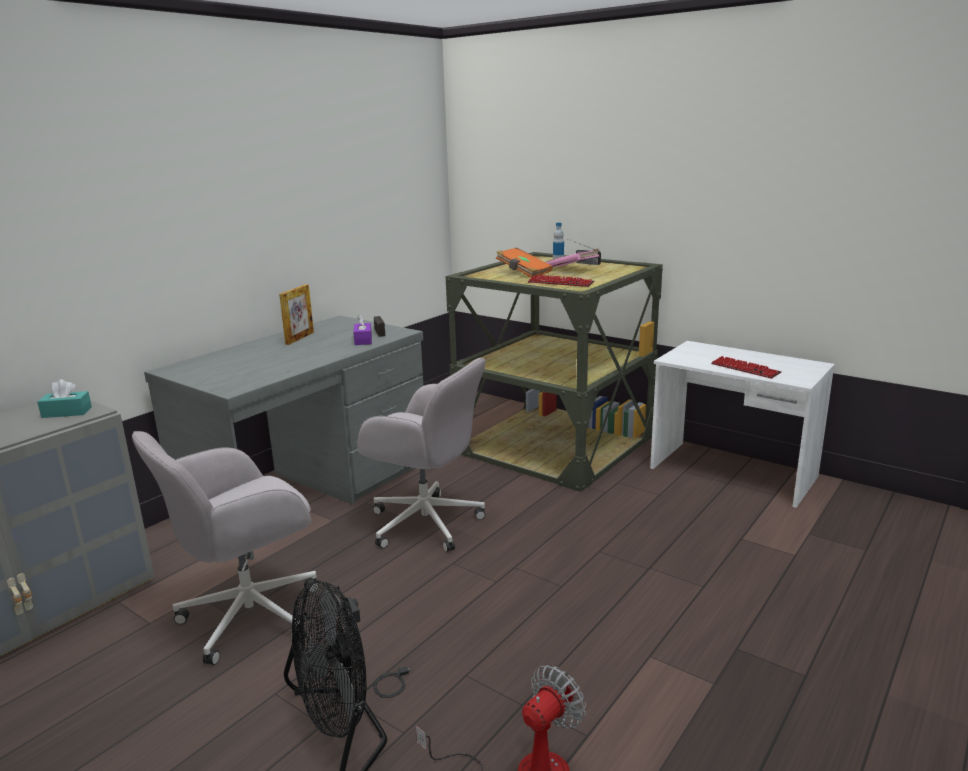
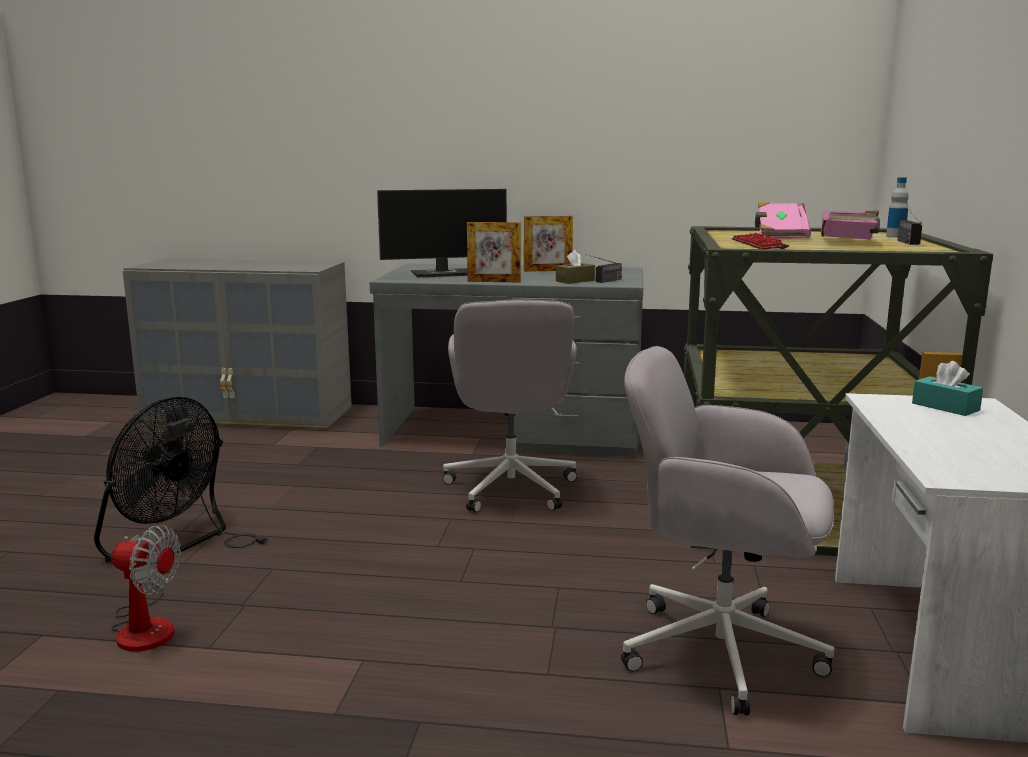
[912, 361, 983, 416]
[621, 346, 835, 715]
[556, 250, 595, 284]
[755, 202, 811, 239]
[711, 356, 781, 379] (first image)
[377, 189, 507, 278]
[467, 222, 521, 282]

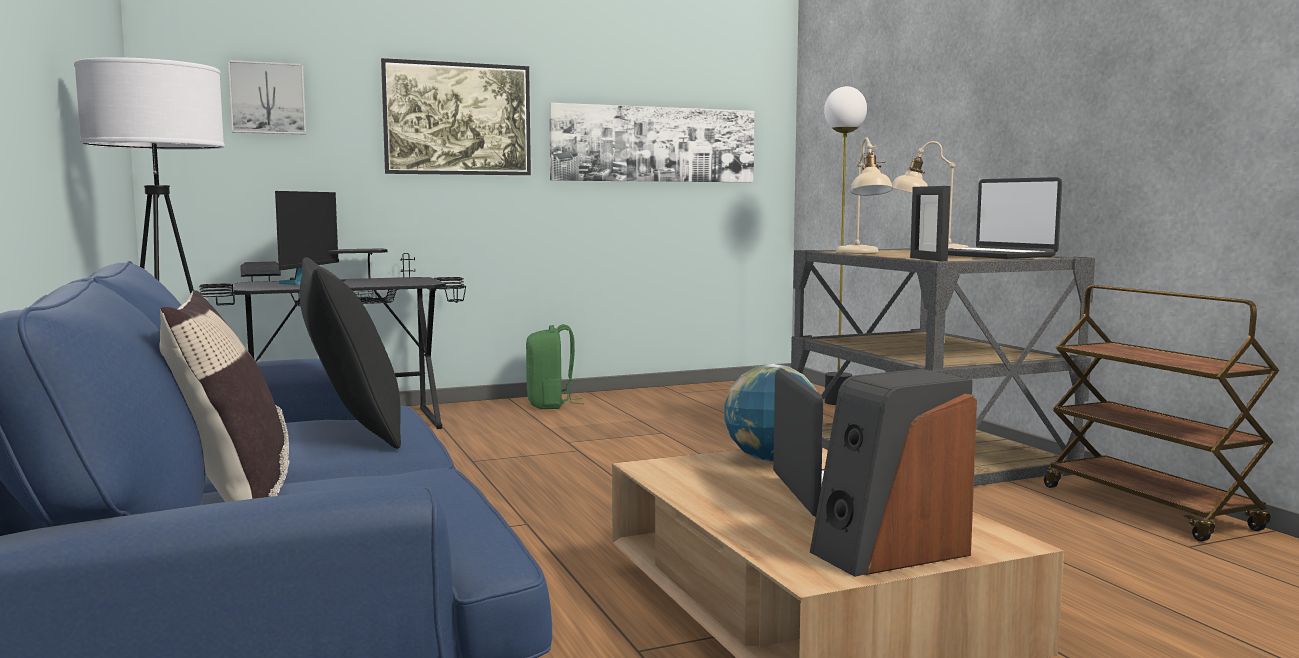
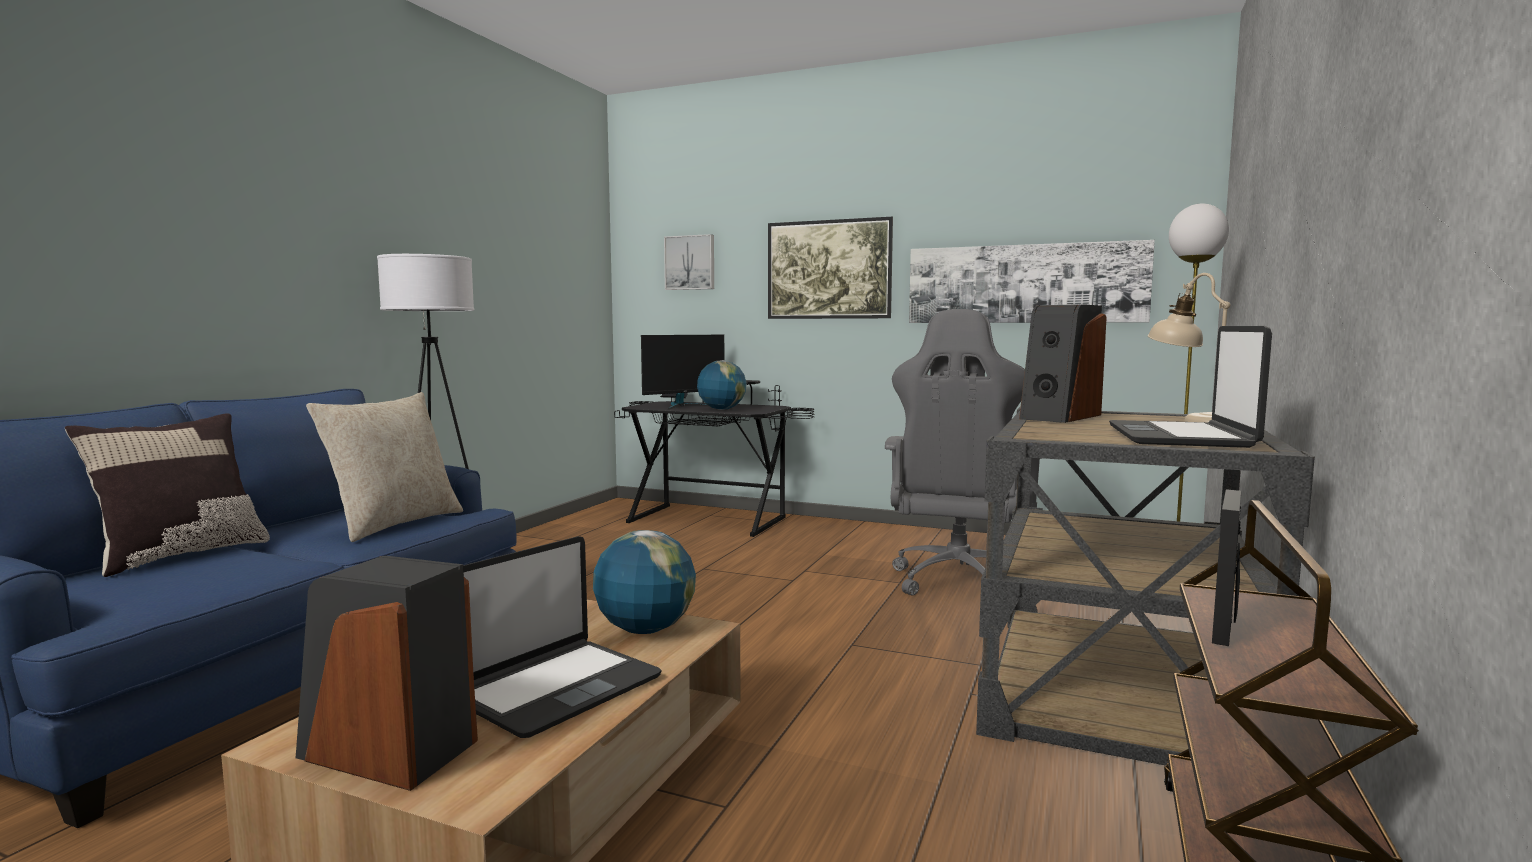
[306, 392, 463, 542]
[526, 324, 585, 409] (first image)
[1019, 304, 1107, 423]
[1212, 489, 1242, 646]
[697, 360, 747, 410]
[885, 309, 1042, 596]

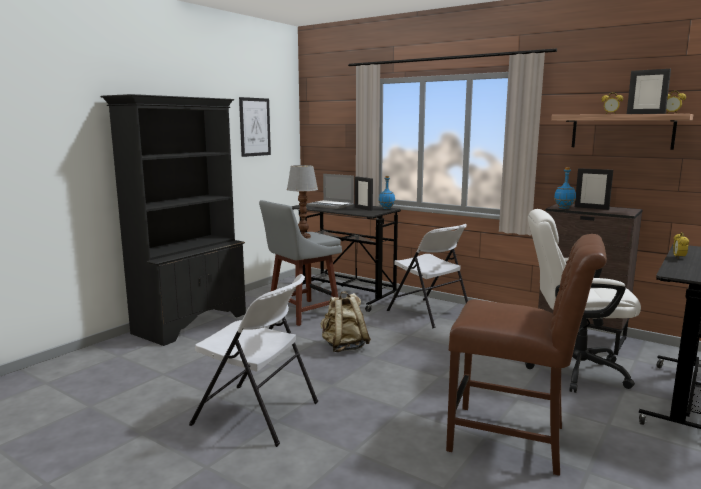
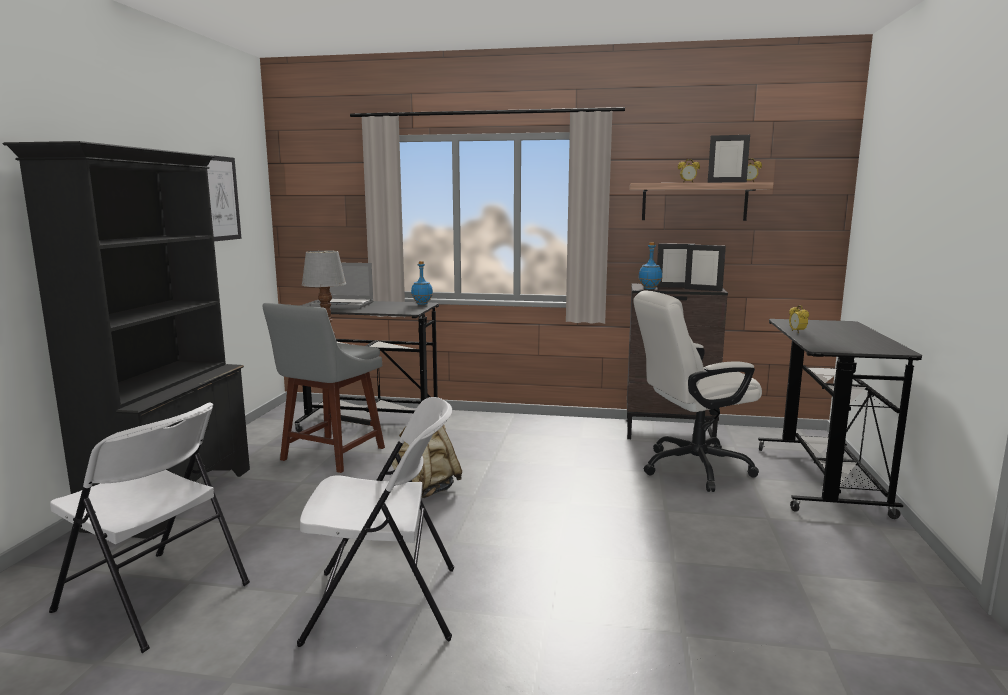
[685, 244, 726, 291]
[49, 403, 250, 653]
[446, 234, 607, 476] (first image)

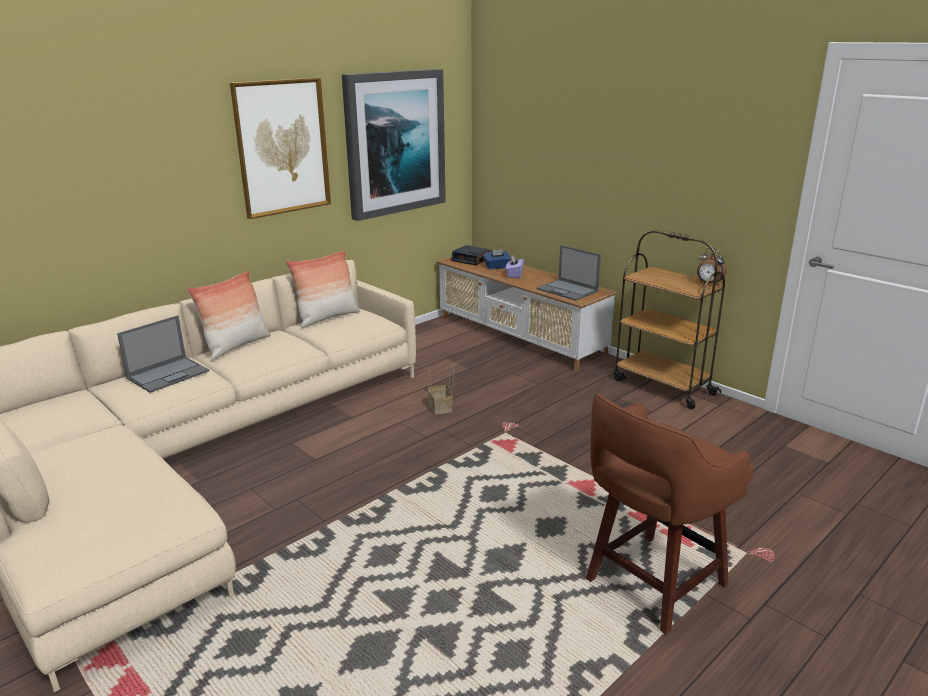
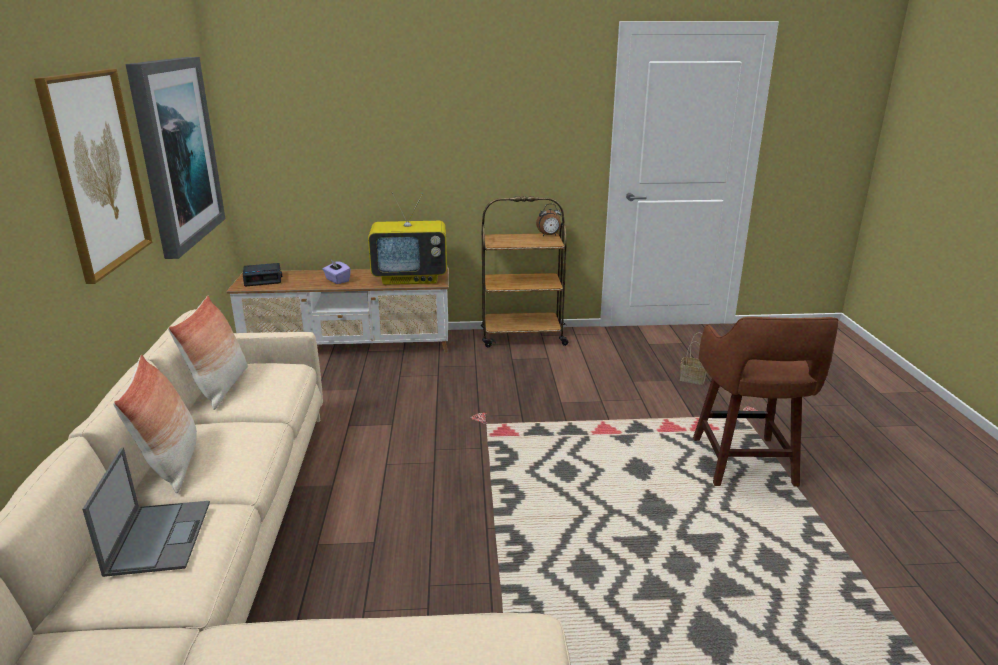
[680, 332, 707, 385]
[484, 249, 511, 269] (first image)
[368, 192, 447, 285]

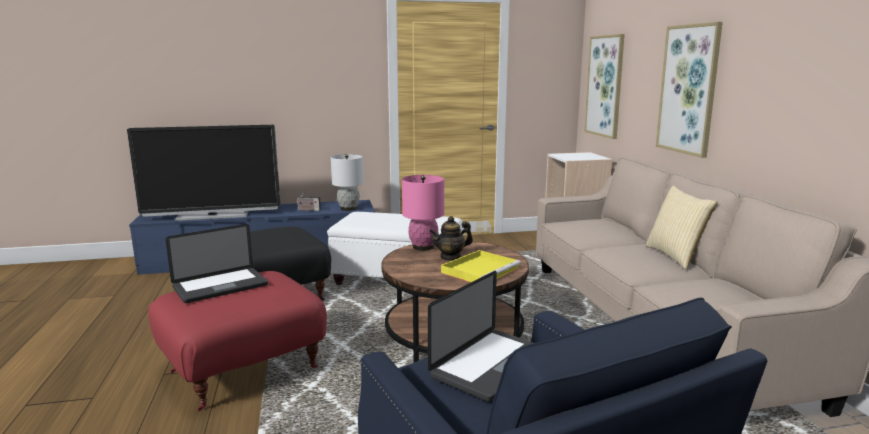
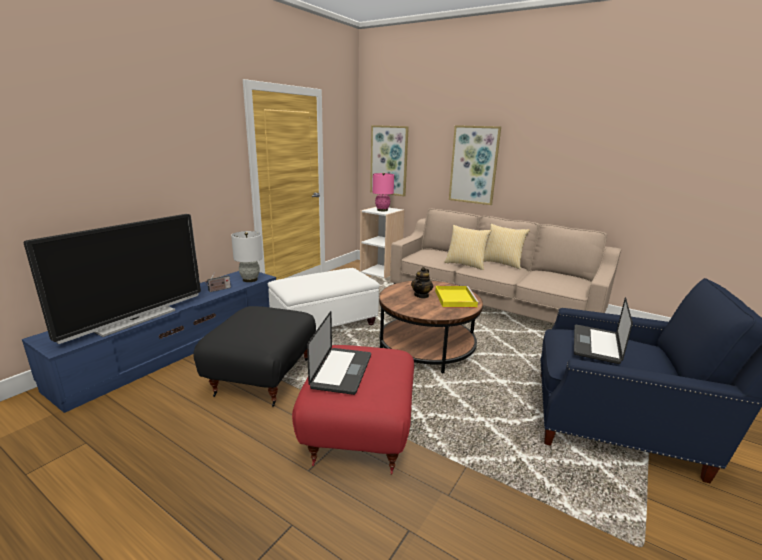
[373, 172, 394, 211]
[574, 297, 633, 364]
[444, 225, 492, 270]

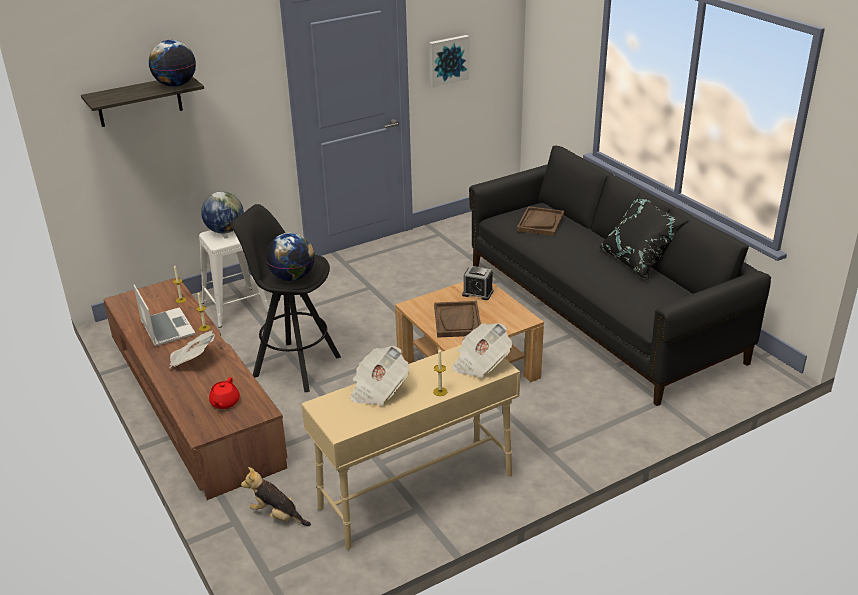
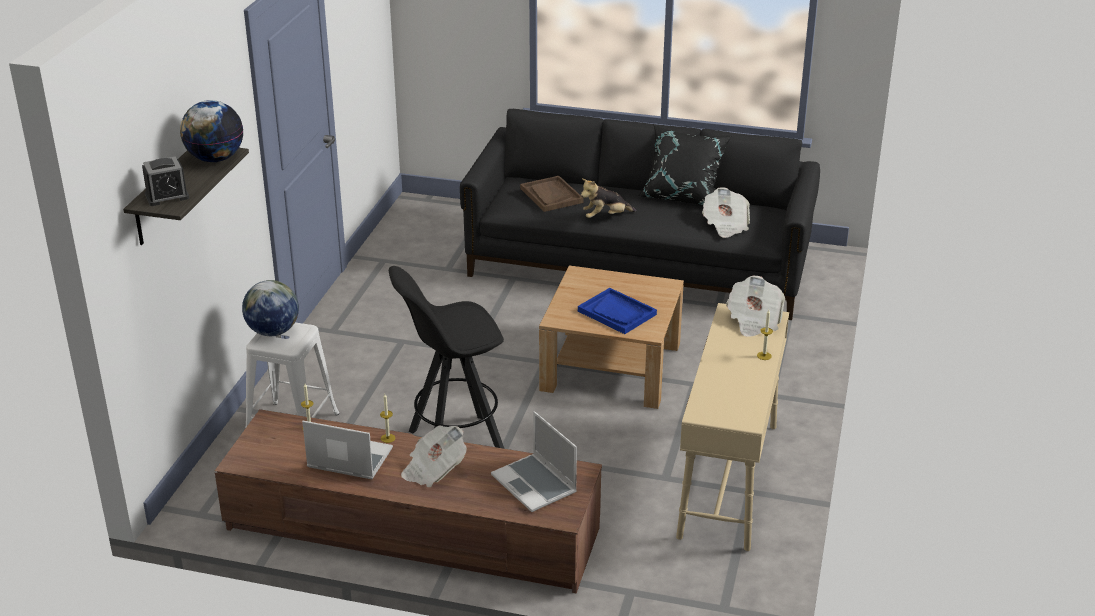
[491, 411, 577, 512]
[581, 179, 636, 218]
[266, 233, 315, 281] (first image)
[702, 187, 750, 238]
[429, 35, 469, 87] (first image)
[578, 288, 657, 334]
[142, 157, 189, 206]

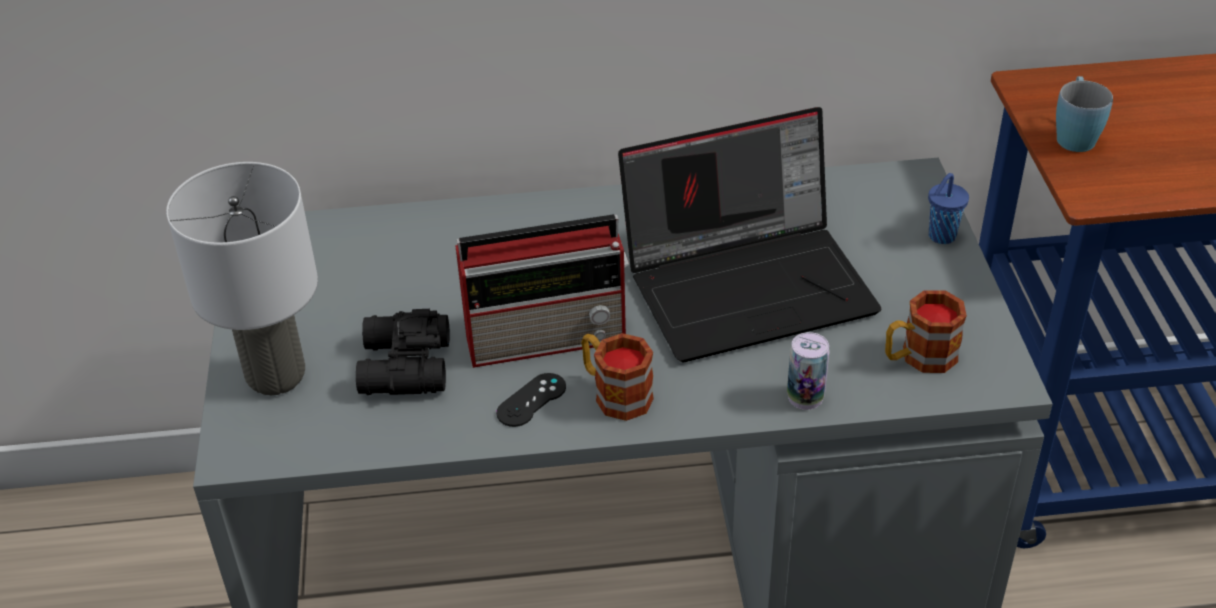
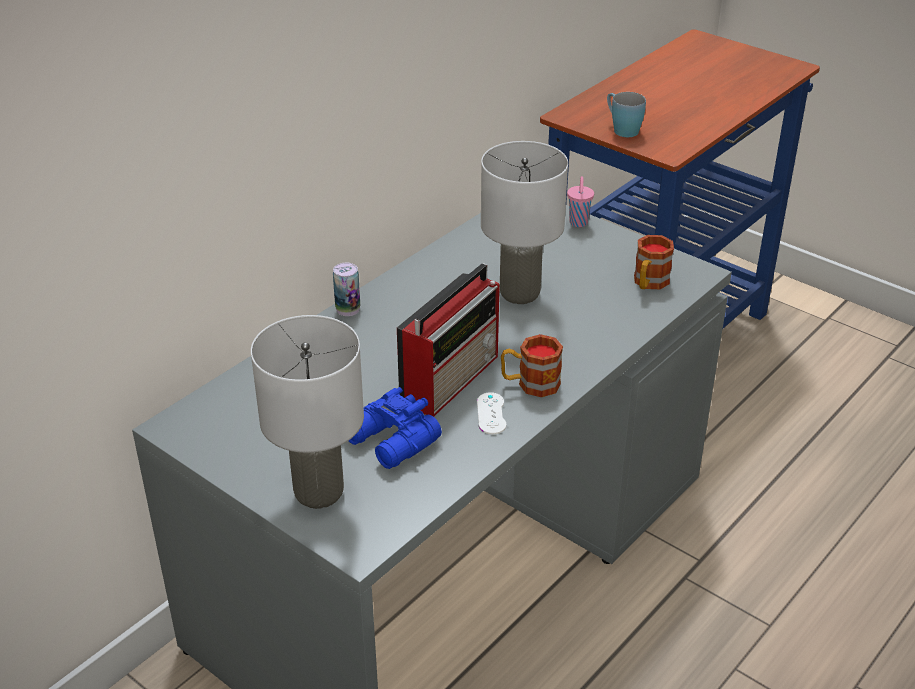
[349, 387, 442, 469]
[477, 392, 506, 434]
[481, 141, 568, 304]
[333, 263, 360, 316]
[567, 176, 594, 227]

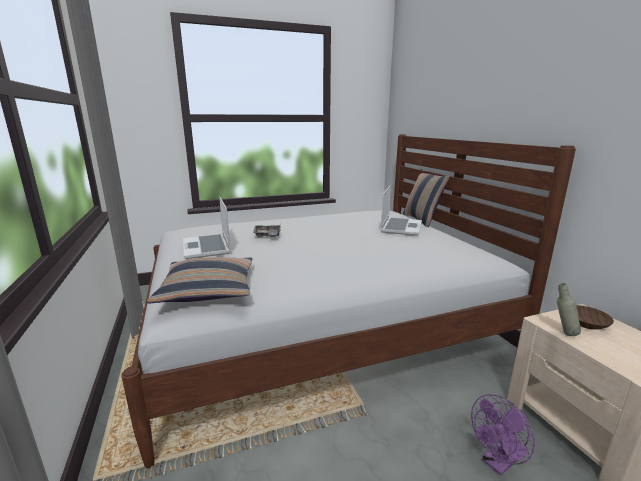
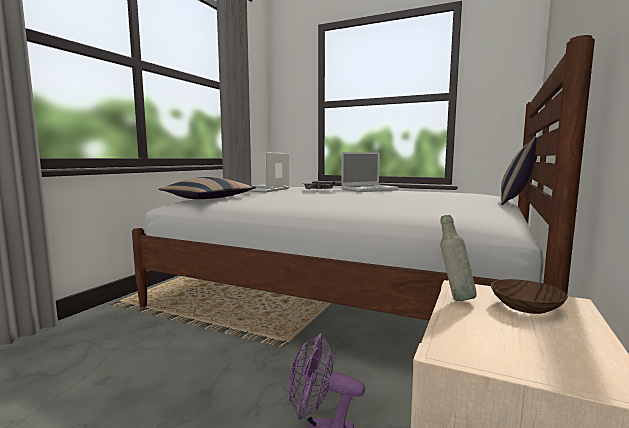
[341, 152, 399, 192]

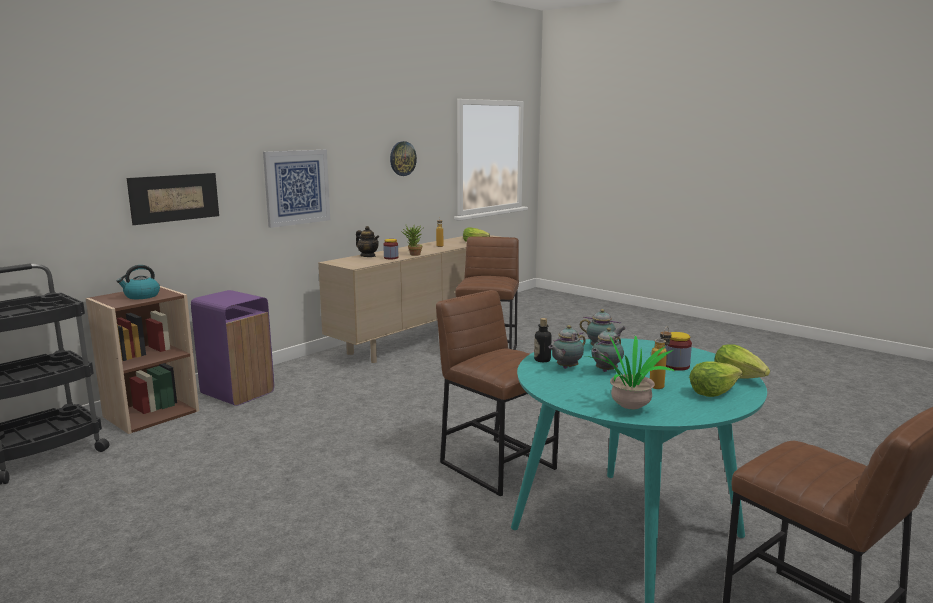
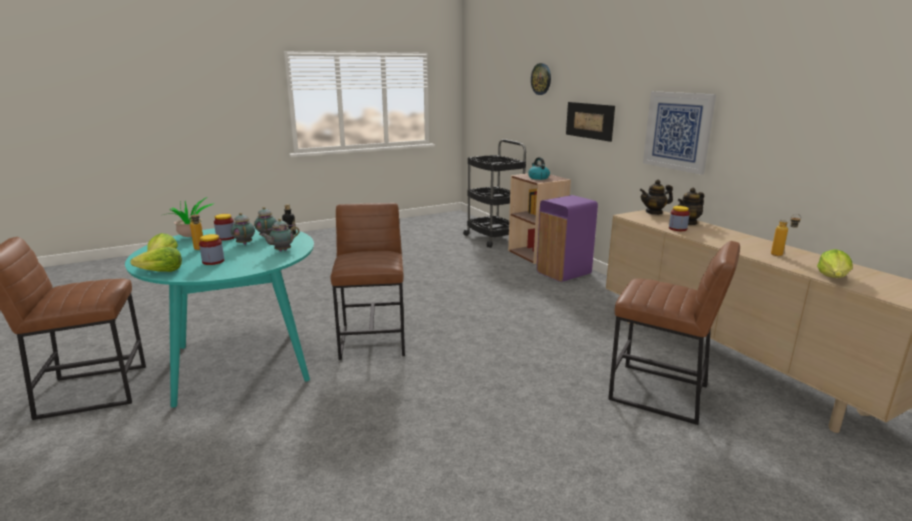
[531, 63, 551, 95]
[401, 225, 422, 256] (first image)
[331, 203, 405, 360]
[214, 214, 234, 241]
[640, 179, 673, 215]

